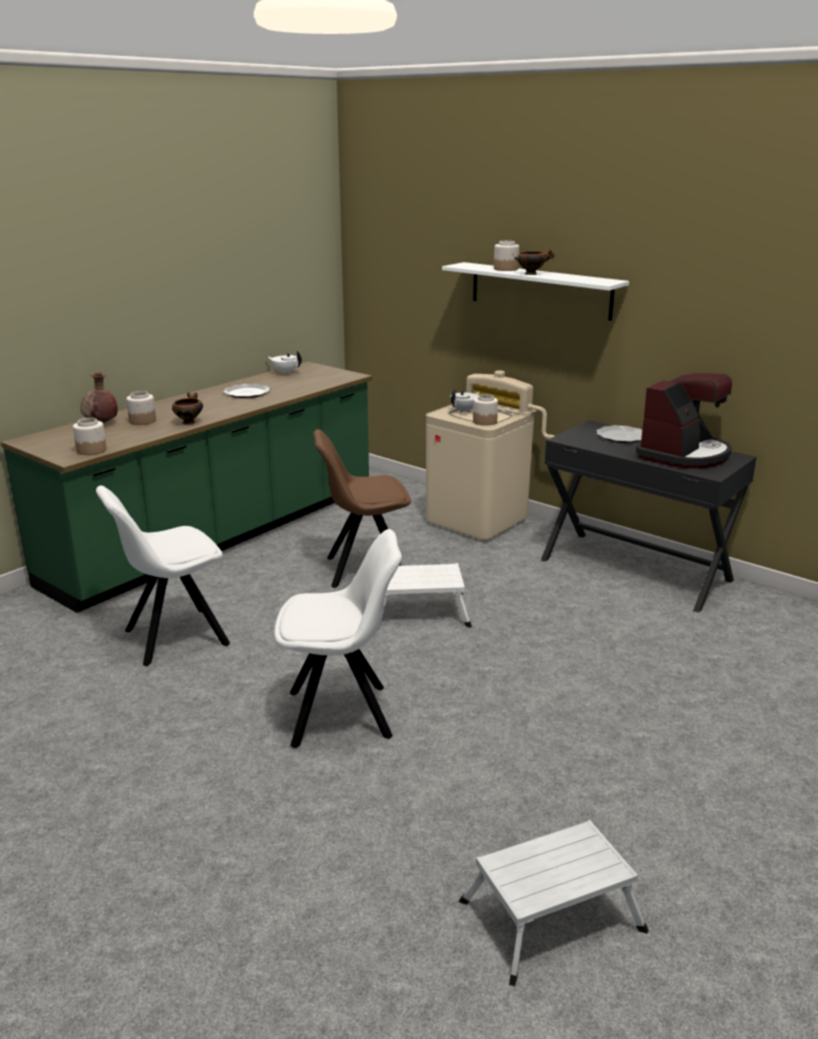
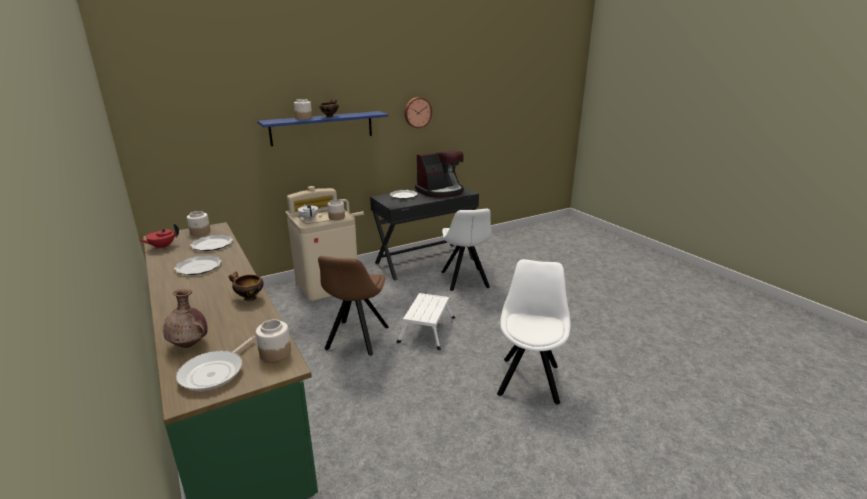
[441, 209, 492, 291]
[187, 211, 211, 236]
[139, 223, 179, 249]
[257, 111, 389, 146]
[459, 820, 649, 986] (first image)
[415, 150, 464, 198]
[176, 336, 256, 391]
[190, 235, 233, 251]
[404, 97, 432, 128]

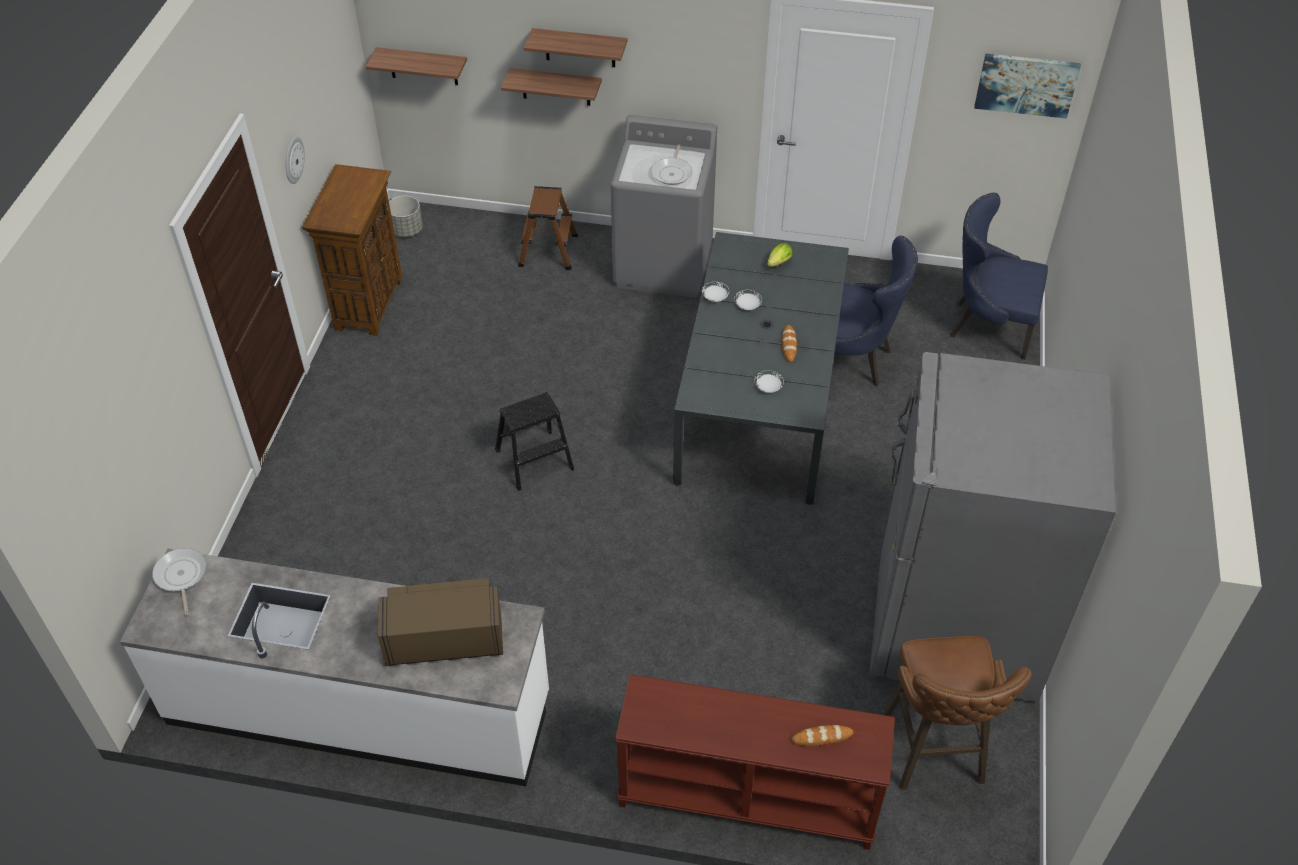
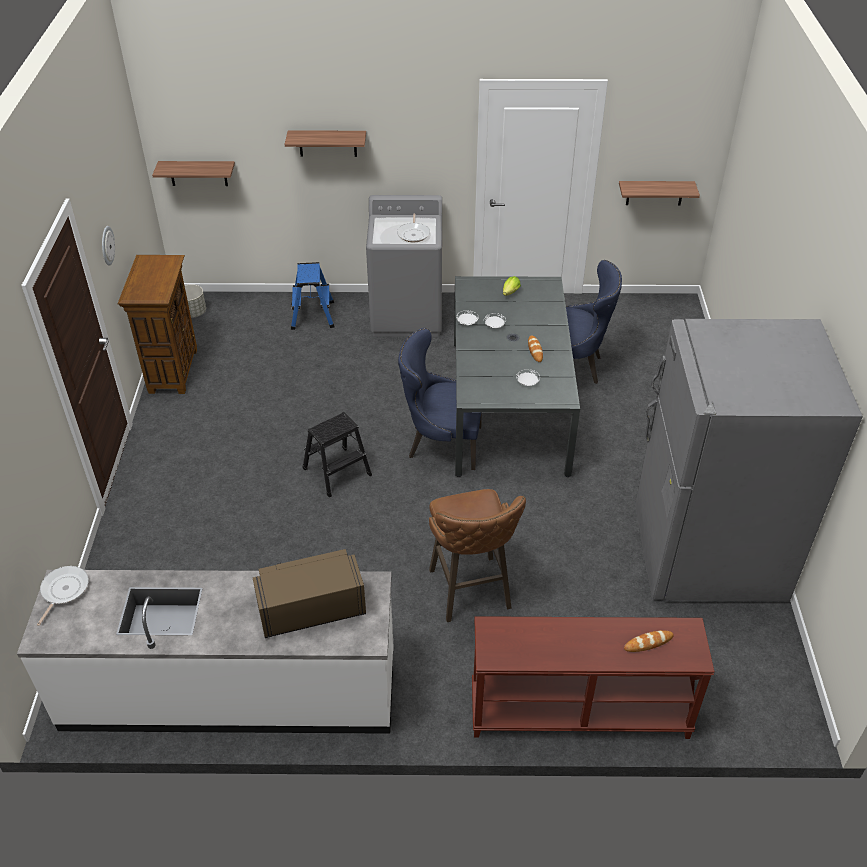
[37, 566, 89, 626]
[619, 181, 700, 206]
[291, 262, 335, 330]
[429, 489, 526, 622]
[398, 328, 482, 470]
[974, 53, 1081, 119] (first image)

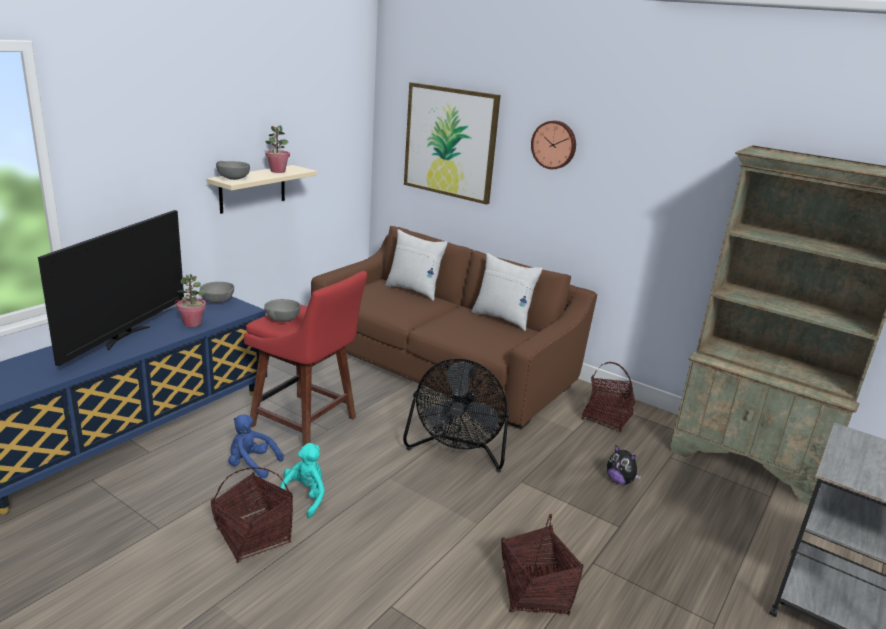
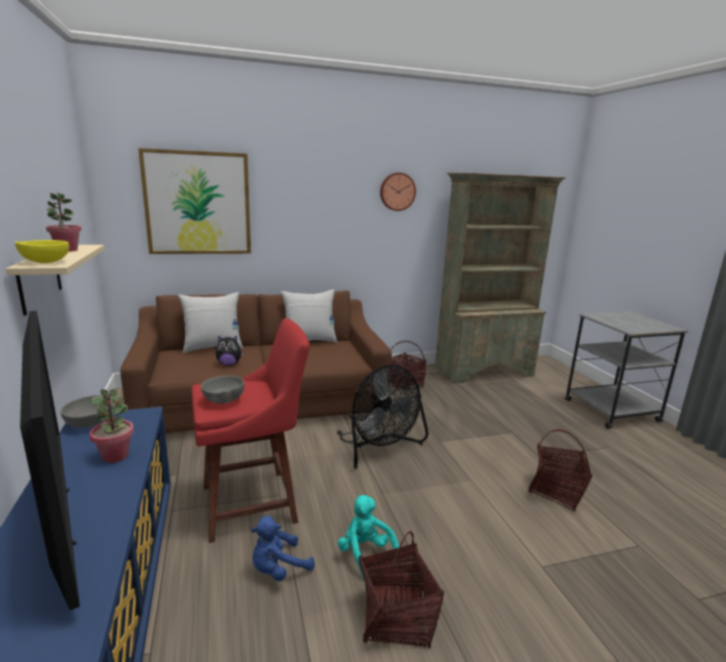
[15, 240, 69, 263]
[380, 173, 416, 211]
[216, 336, 244, 366]

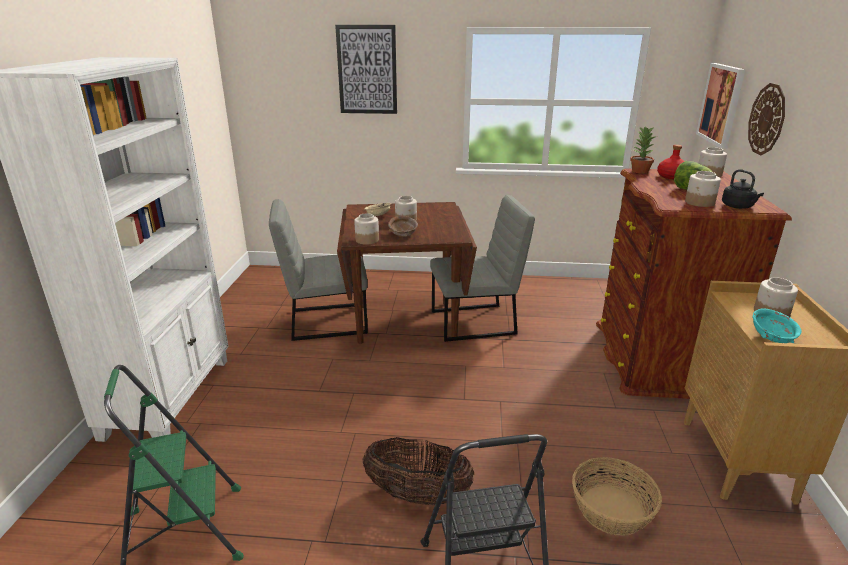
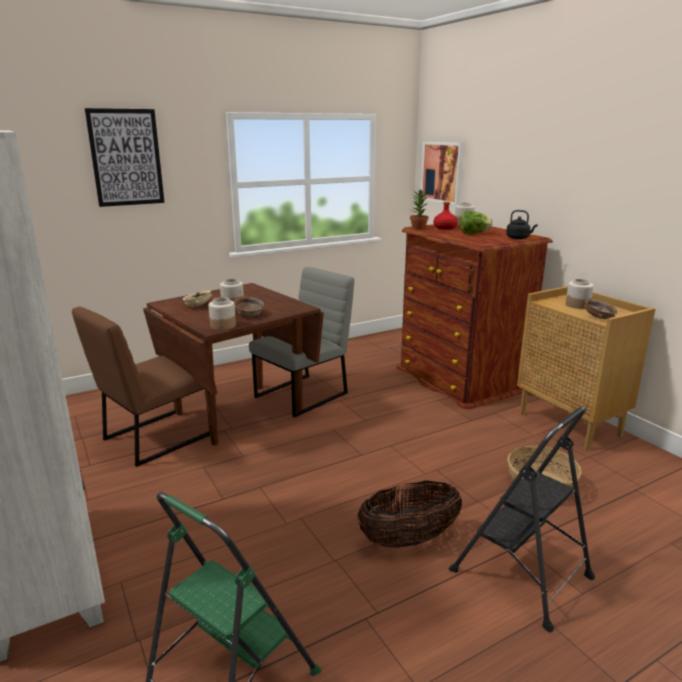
[72, 307, 210, 467]
[685, 171, 721, 207] (first image)
[748, 83, 785, 156] (first image)
[583, 299, 618, 319]

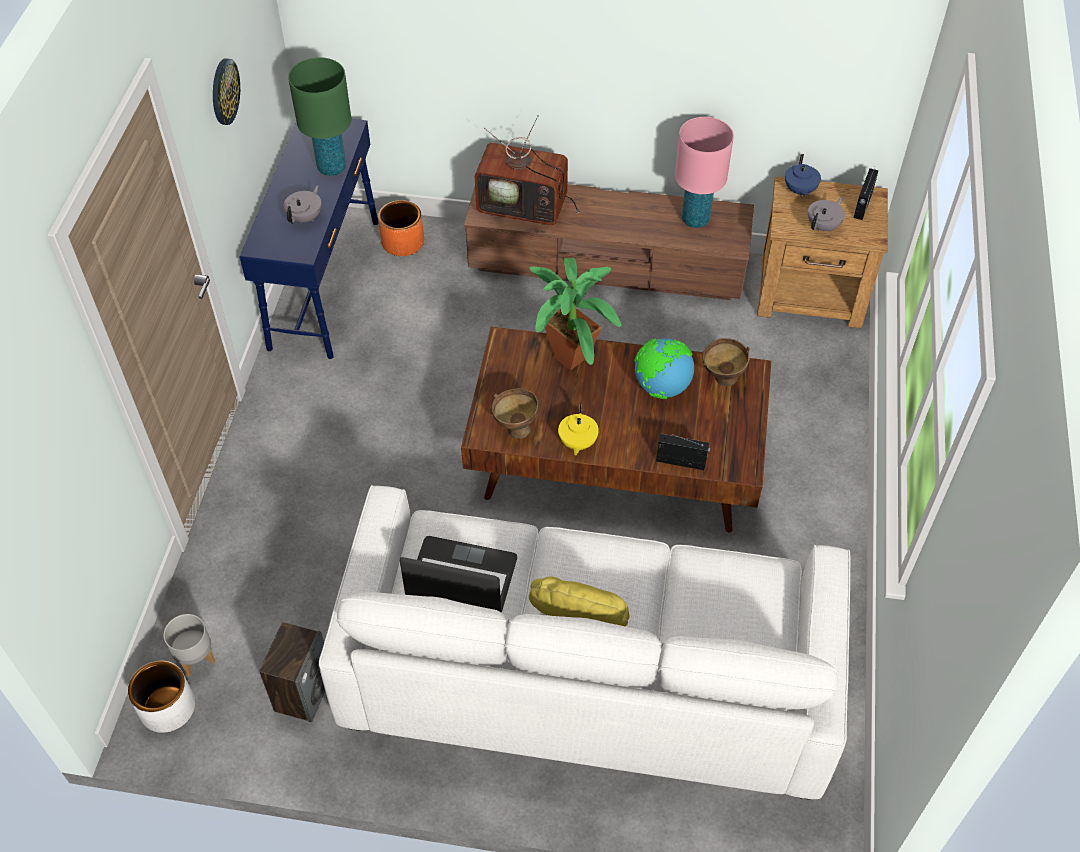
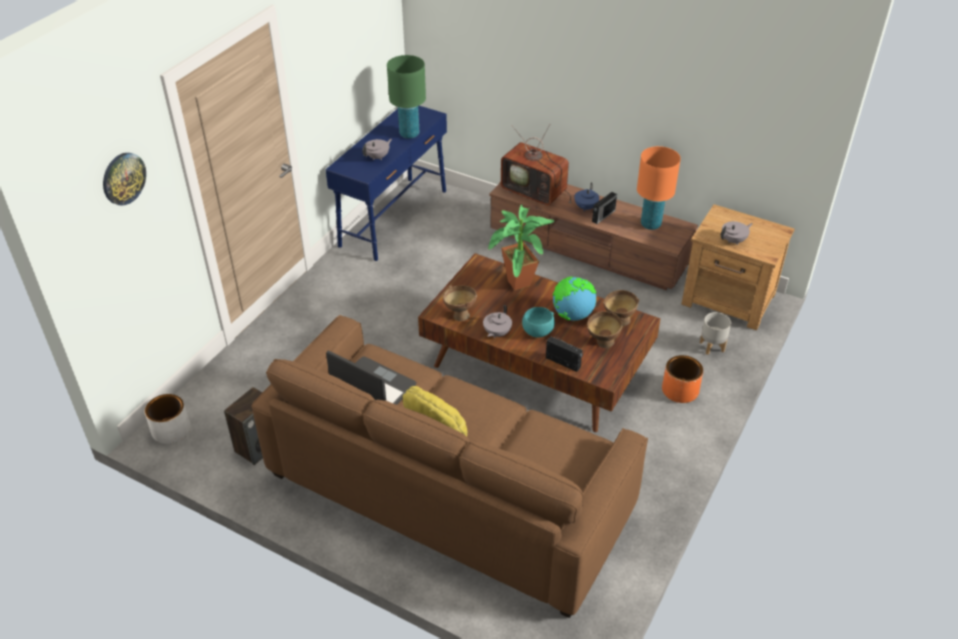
[700, 312, 731, 355]
[103, 153, 146, 206]
[252, 315, 648, 618]
[662, 355, 703, 403]
[483, 305, 512, 338]
[637, 146, 681, 230]
[574, 183, 599, 211]
[592, 192, 617, 224]
[522, 307, 555, 338]
[587, 311, 623, 348]

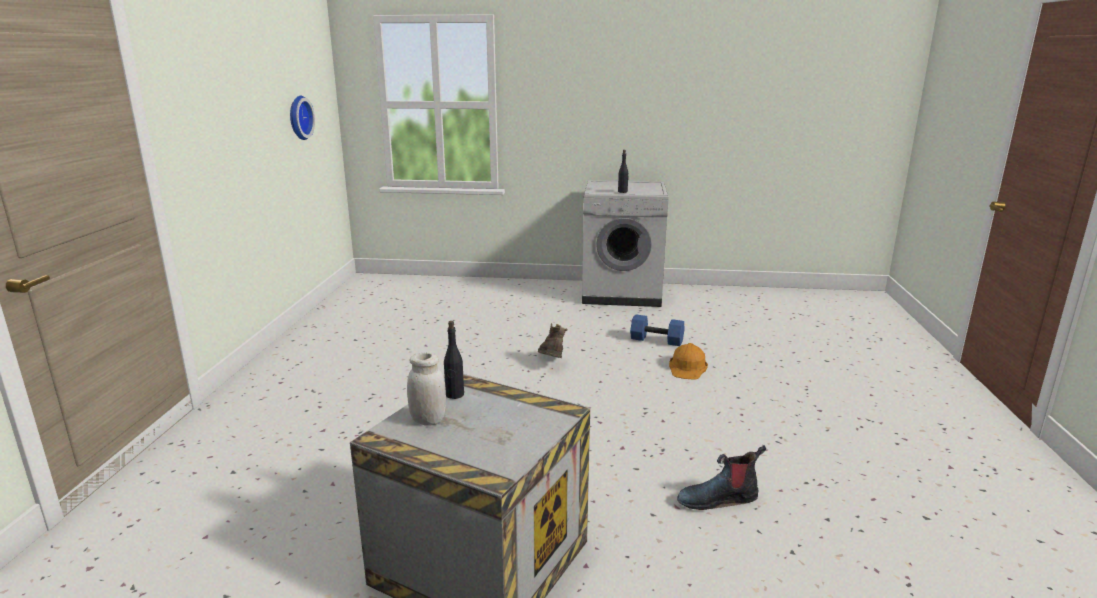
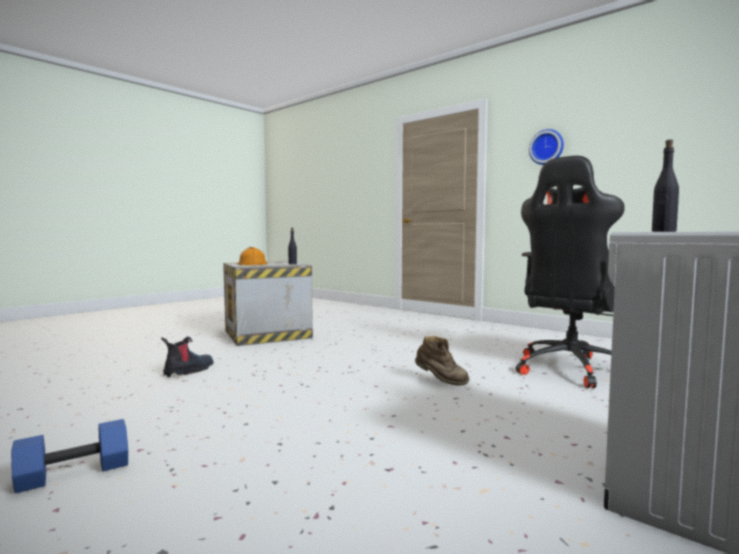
[529, 129, 564, 165]
[407, 353, 446, 426] (first image)
[11, 419, 128, 493]
[236, 247, 267, 265]
[516, 156, 625, 388]

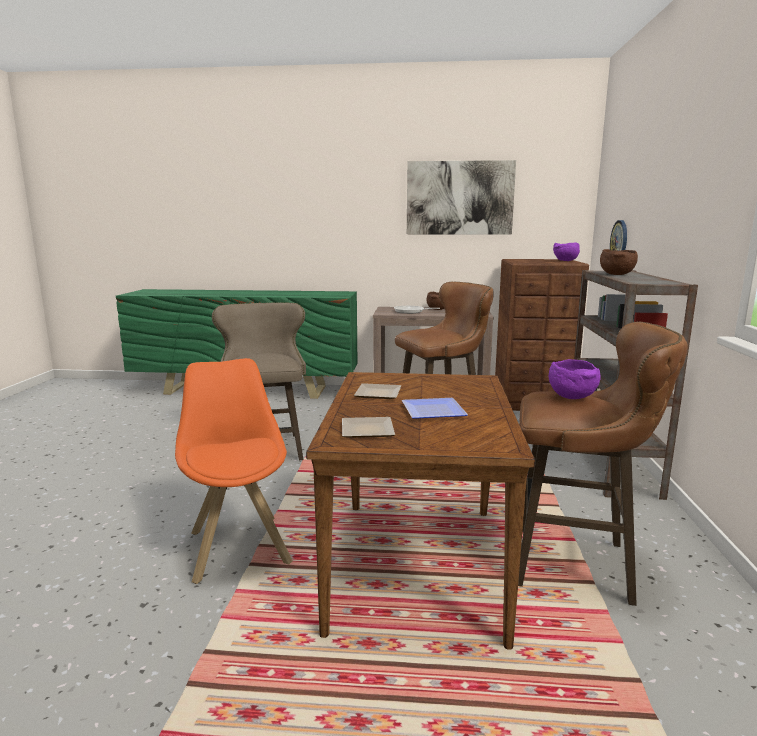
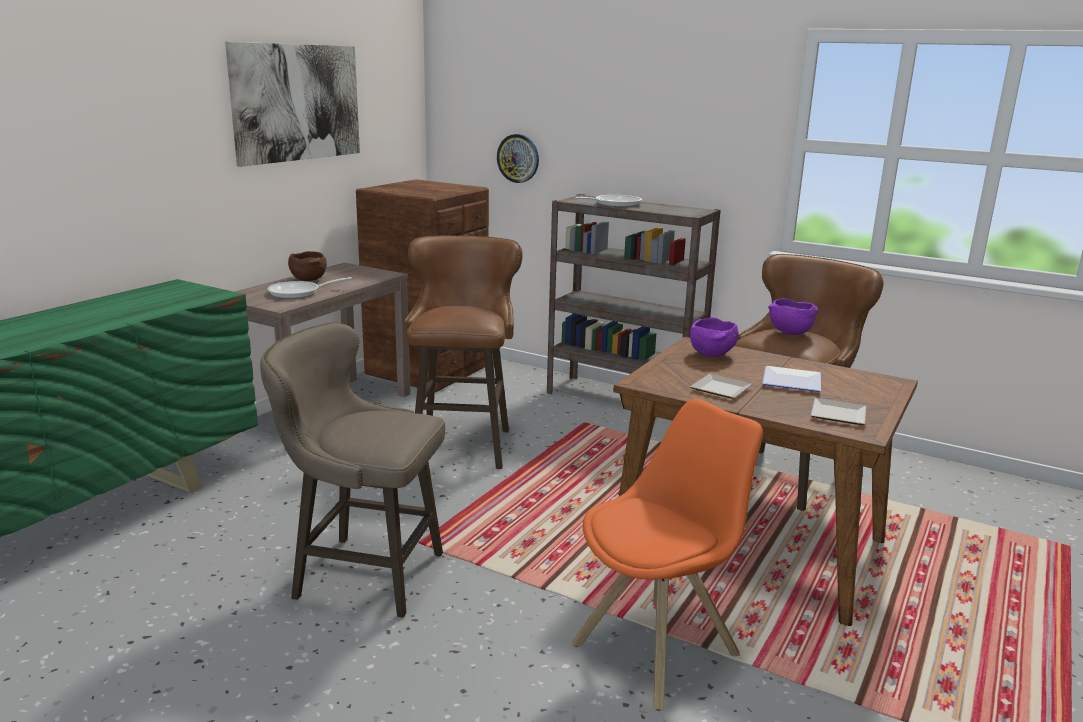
[572, 399, 763, 710]
[690, 317, 739, 357]
[575, 195, 642, 207]

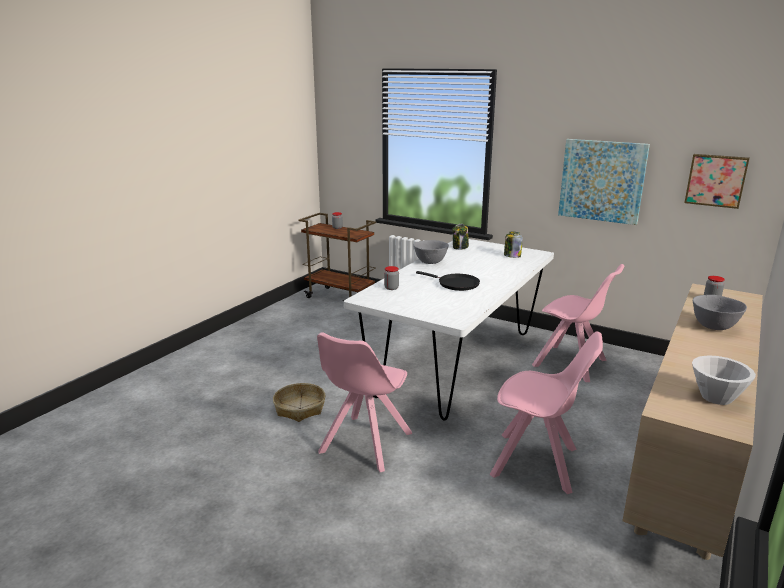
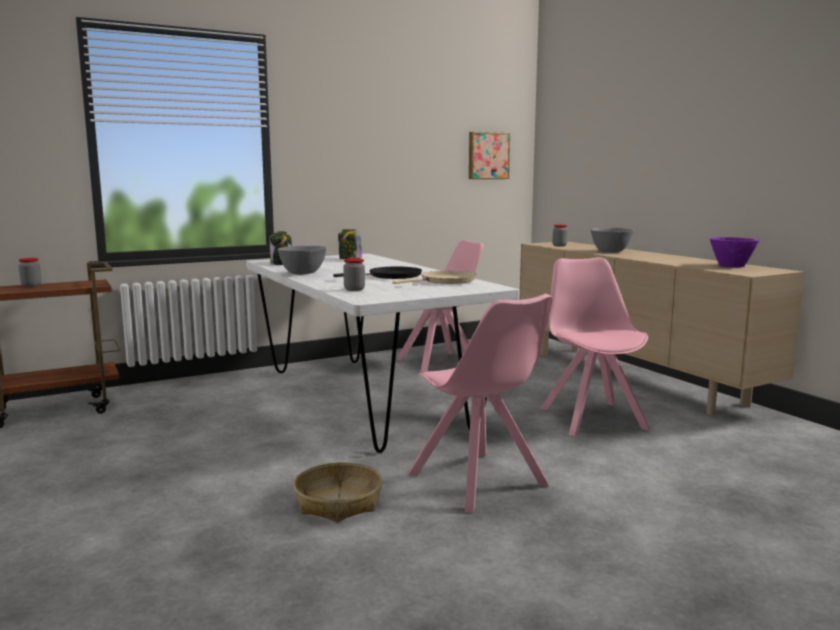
[540, 257, 650, 436]
[558, 139, 650, 225] (first image)
[710, 237, 759, 268]
[392, 271, 476, 284]

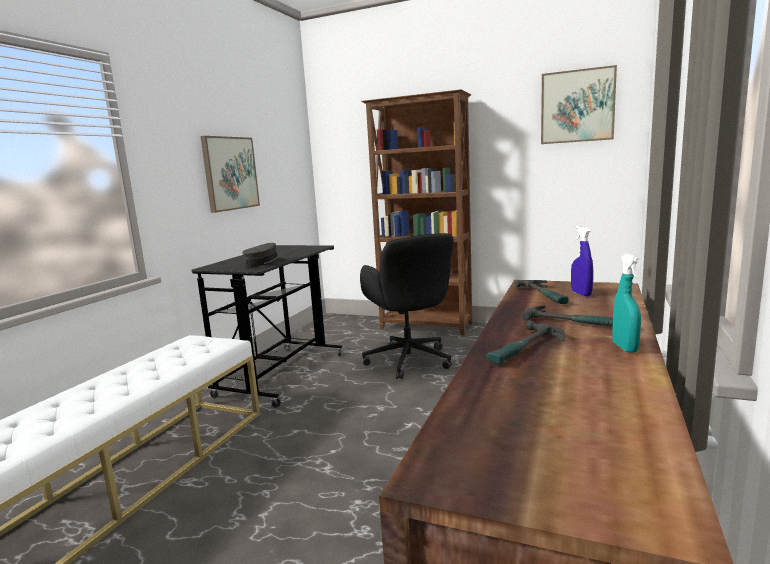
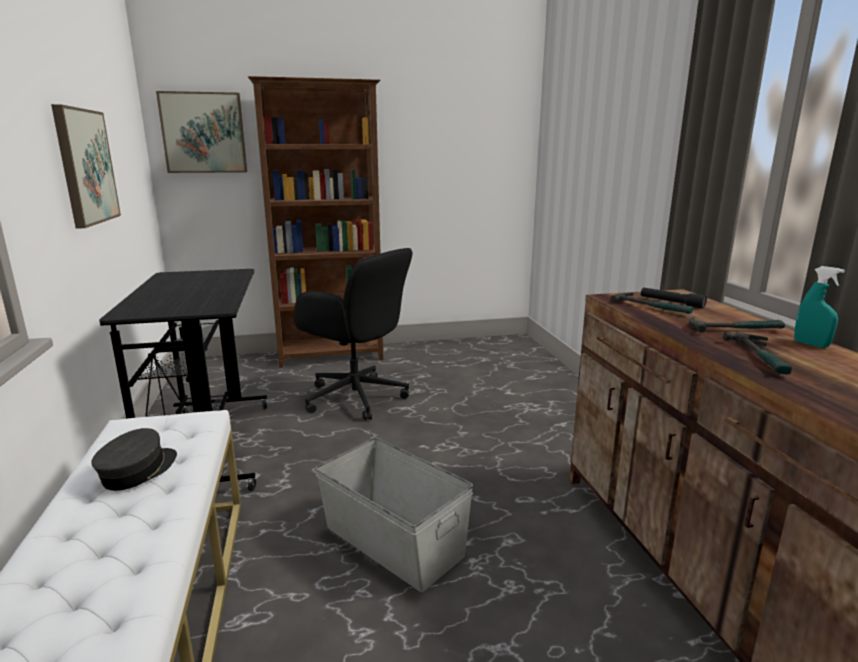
[91, 428, 177, 491]
[156, 91, 247, 173]
[641, 287, 707, 309]
[315, 438, 473, 592]

